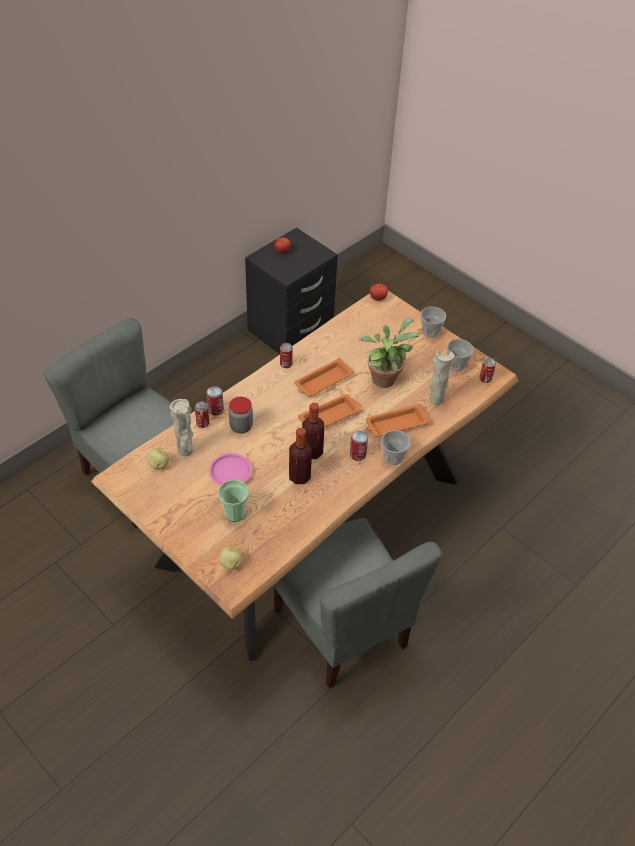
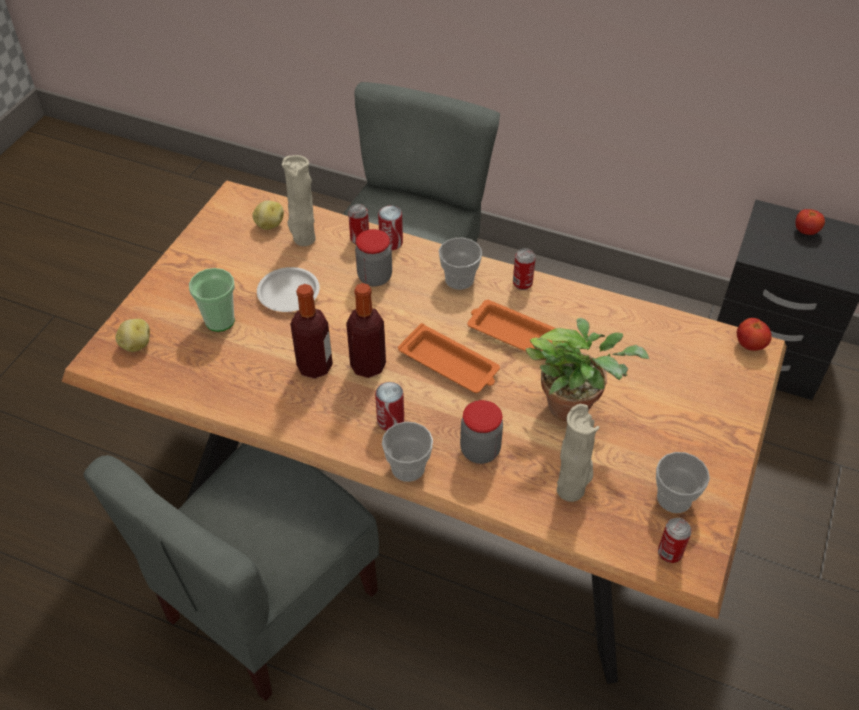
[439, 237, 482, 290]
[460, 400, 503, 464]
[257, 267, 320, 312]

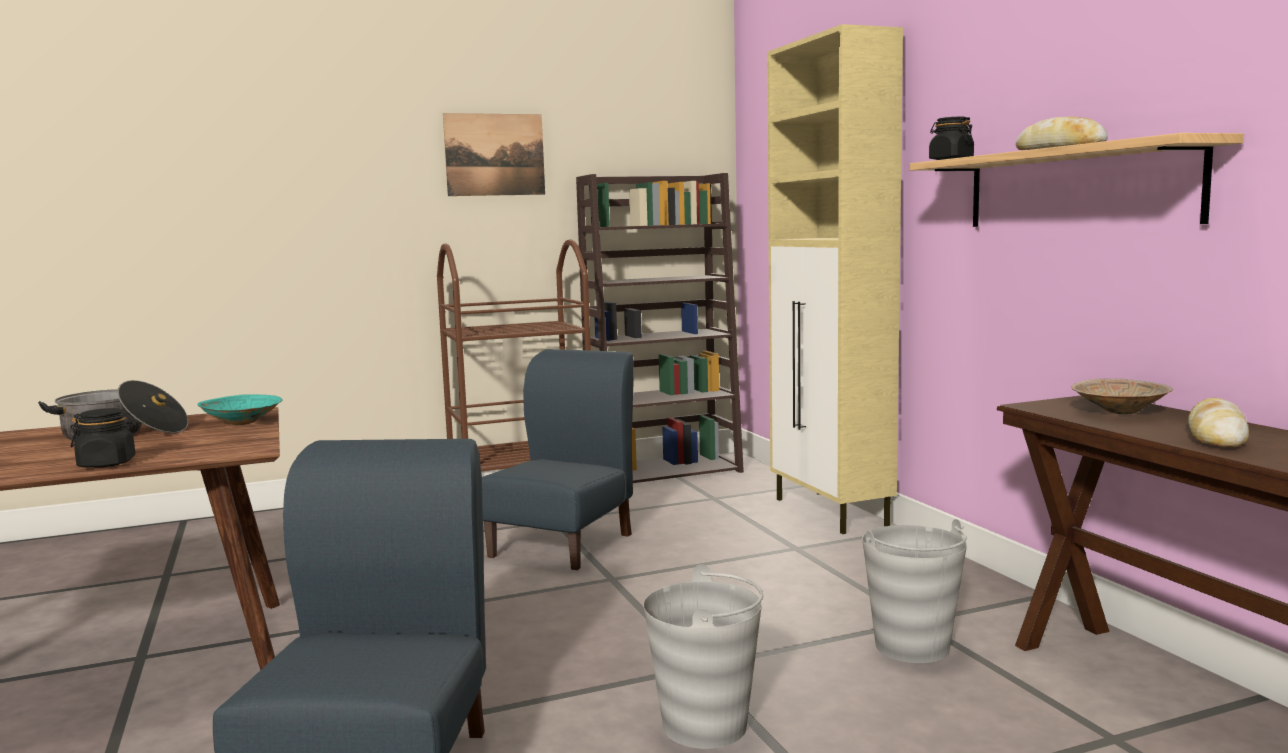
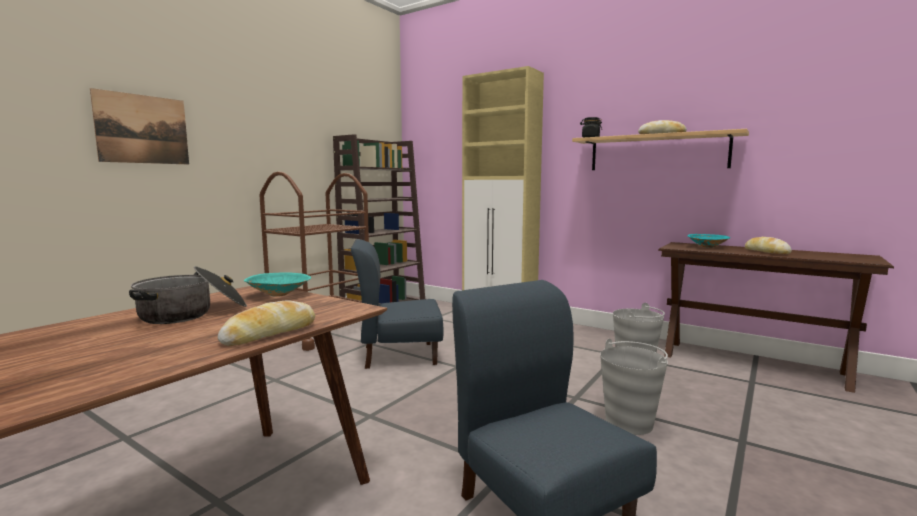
[90, 88, 189, 165]
[218, 300, 315, 346]
[688, 234, 730, 248]
[351, 239, 444, 369]

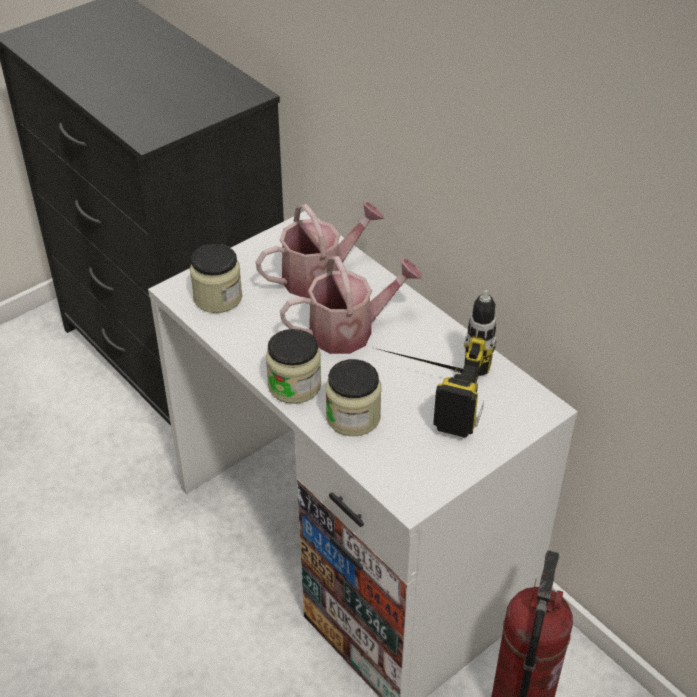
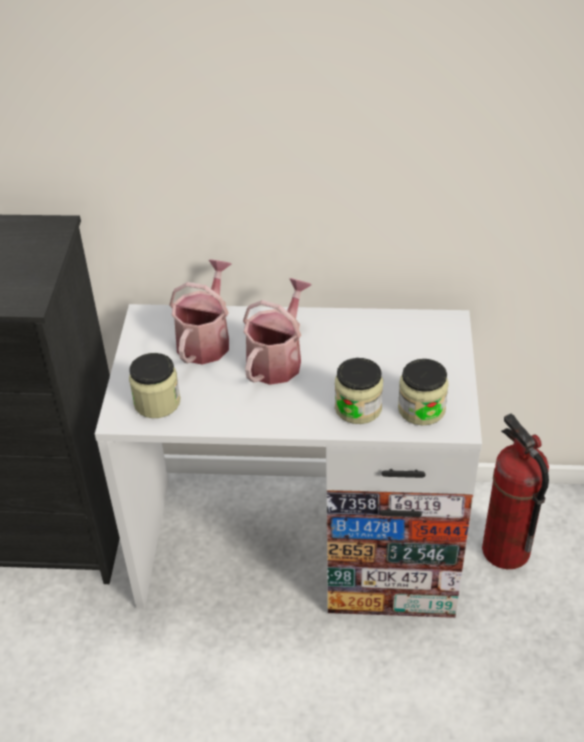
[378, 290, 497, 438] (first image)
[398, 359, 449, 425]

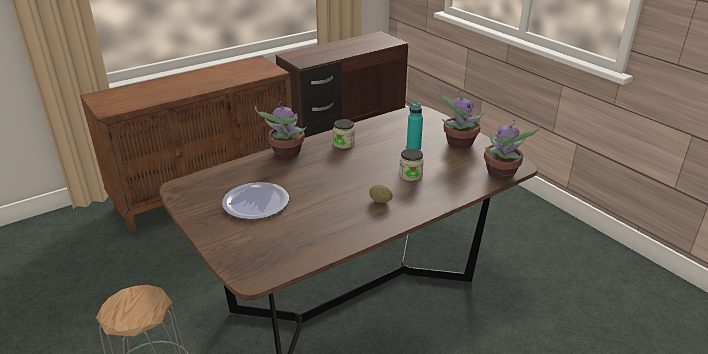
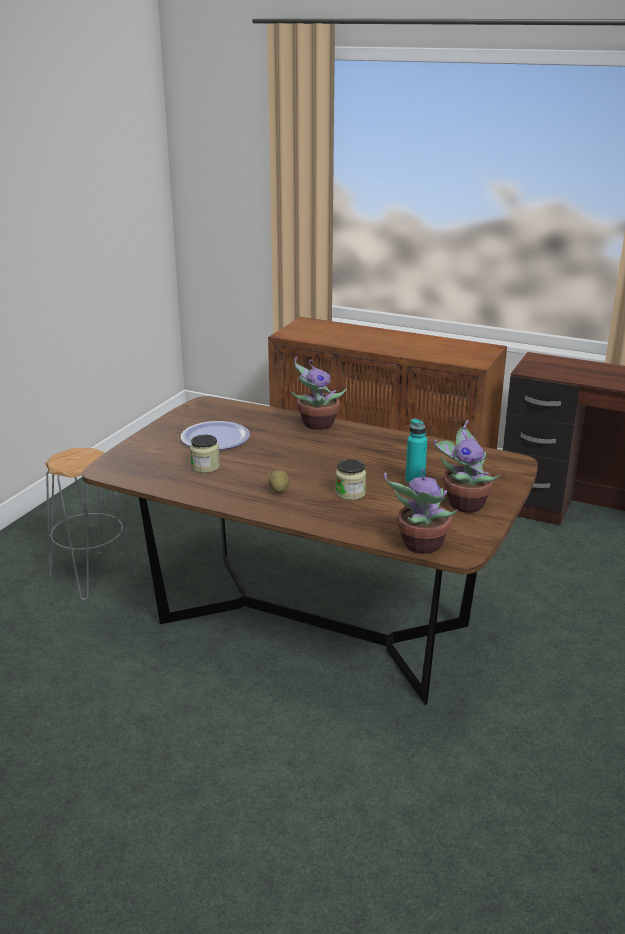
[190, 435, 220, 473]

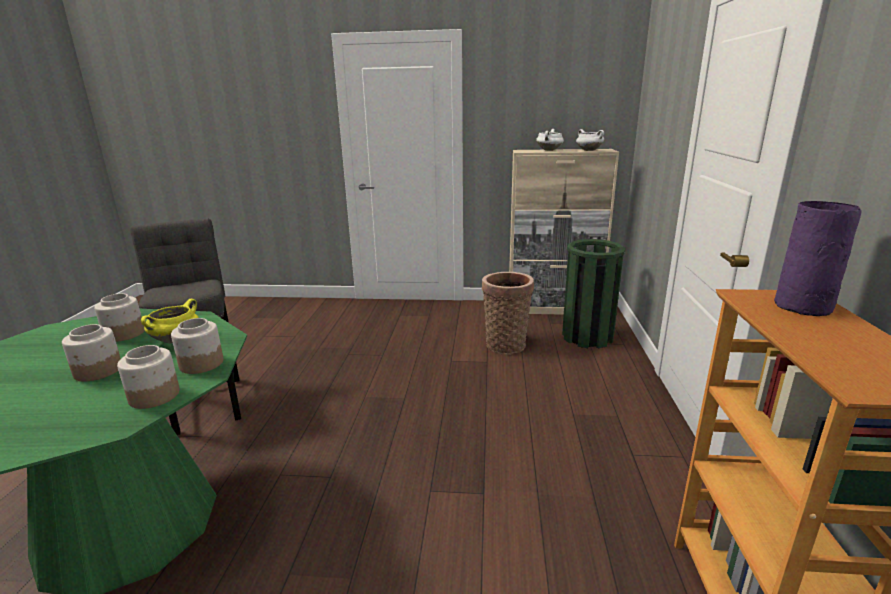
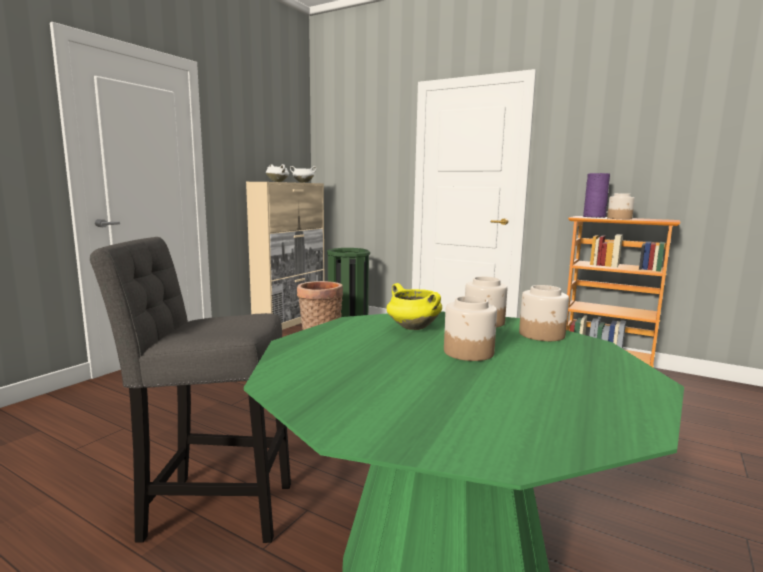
[607, 193, 635, 219]

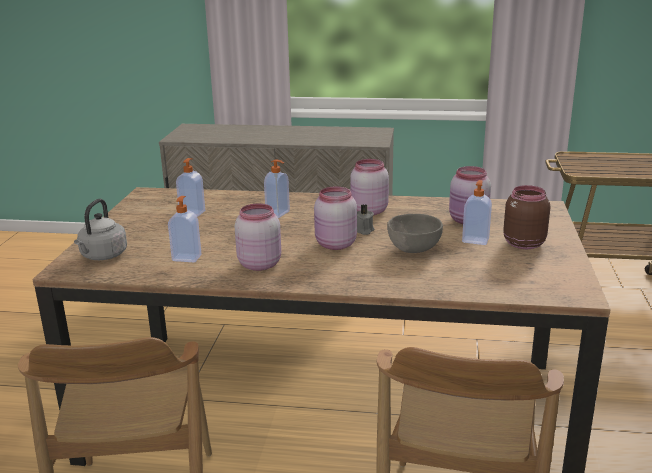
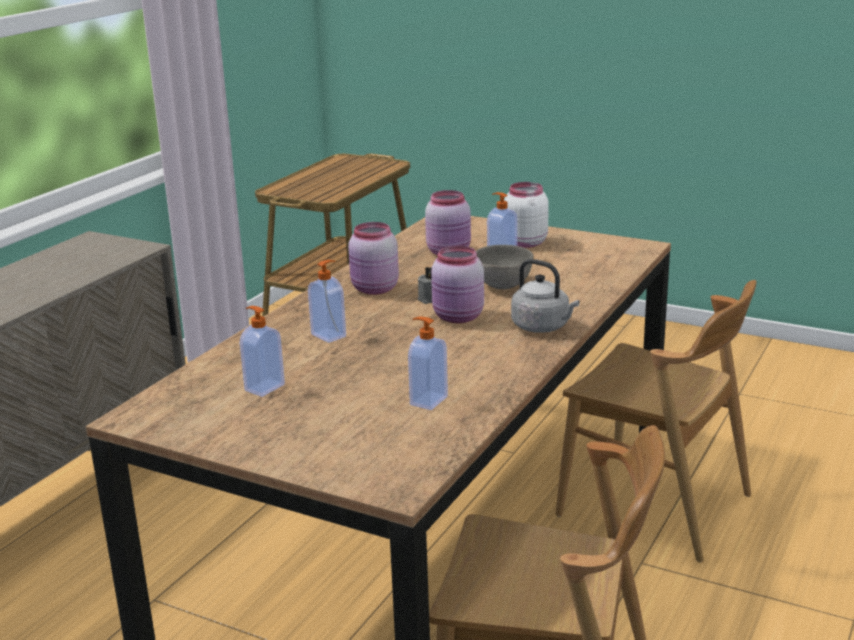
[235, 204, 281, 271] (first image)
[511, 259, 580, 333]
[504, 182, 549, 248]

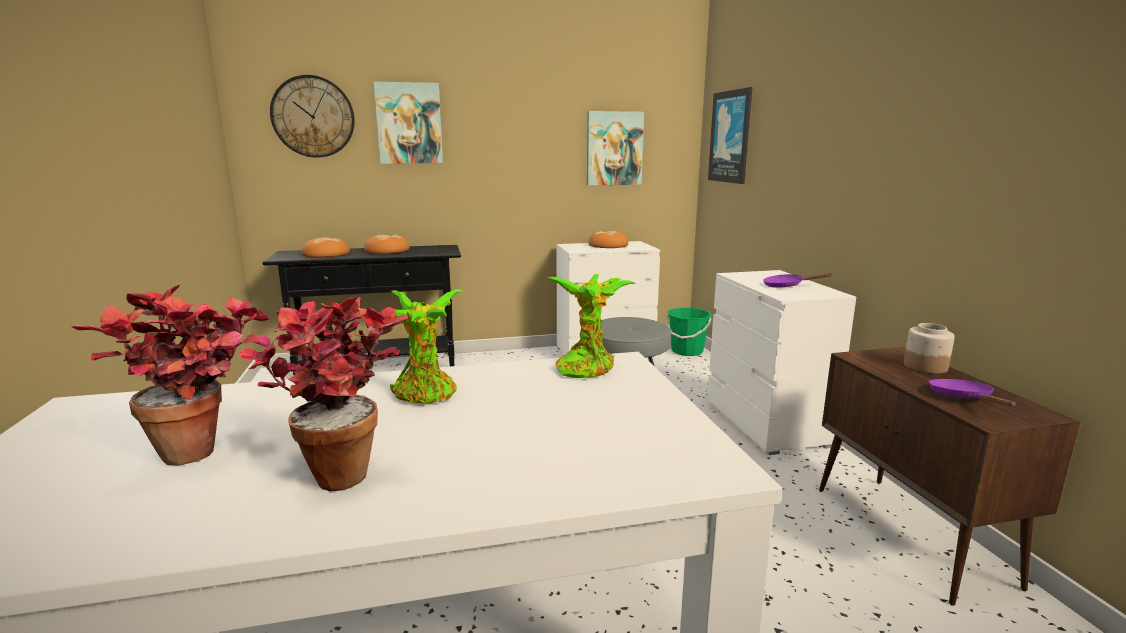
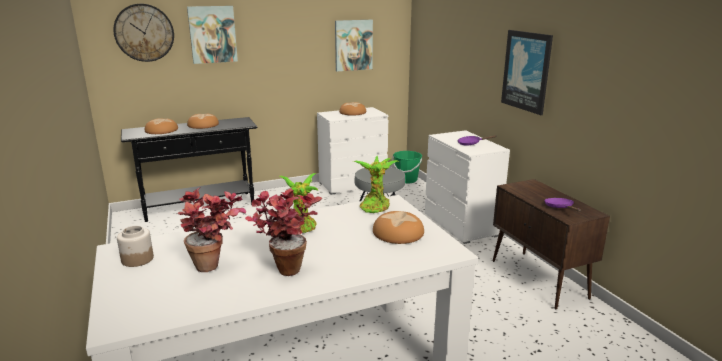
[373, 211, 424, 244]
[501, 30, 553, 115]
[117, 226, 154, 267]

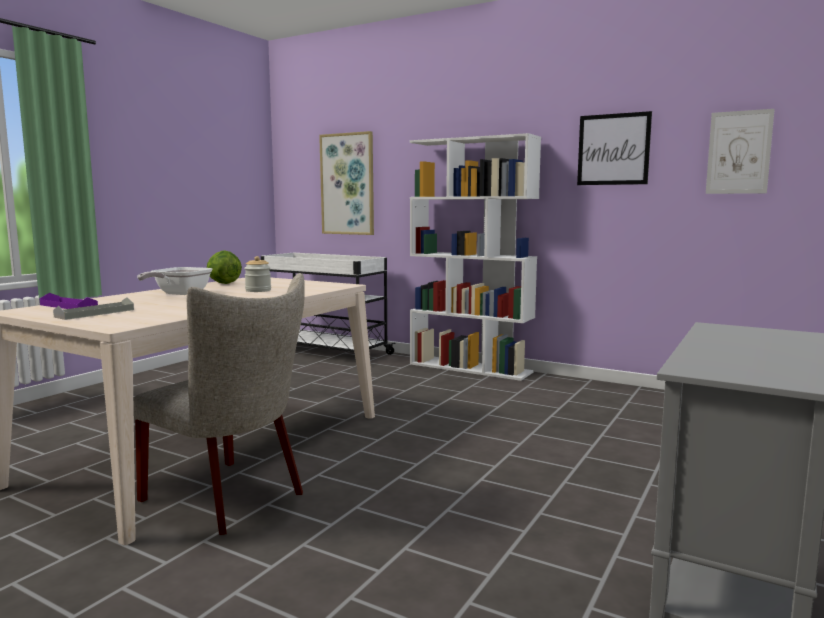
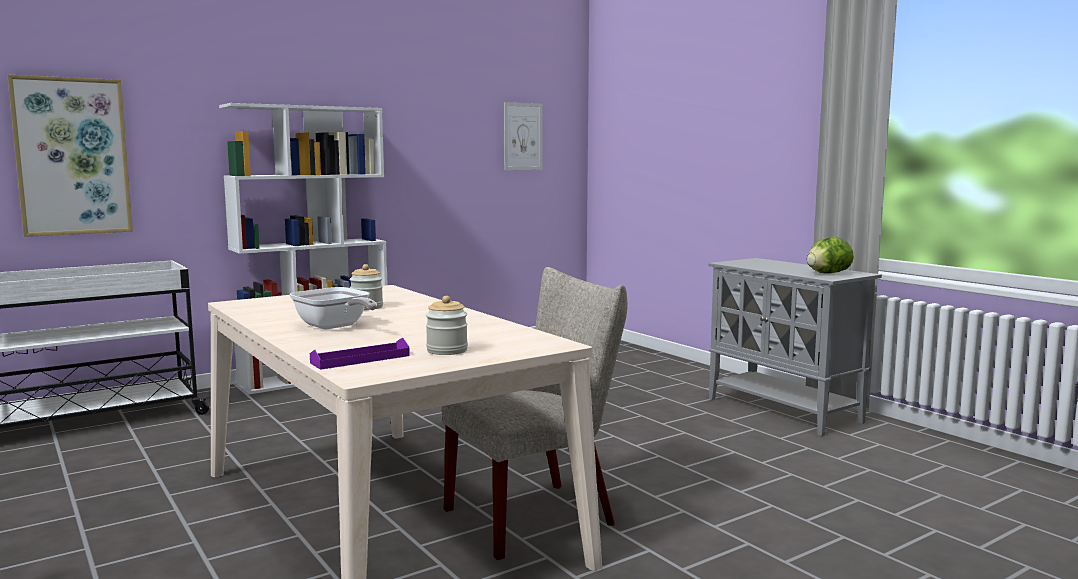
[577, 111, 652, 185] (first image)
[807, 237, 854, 273]
[426, 296, 468, 355]

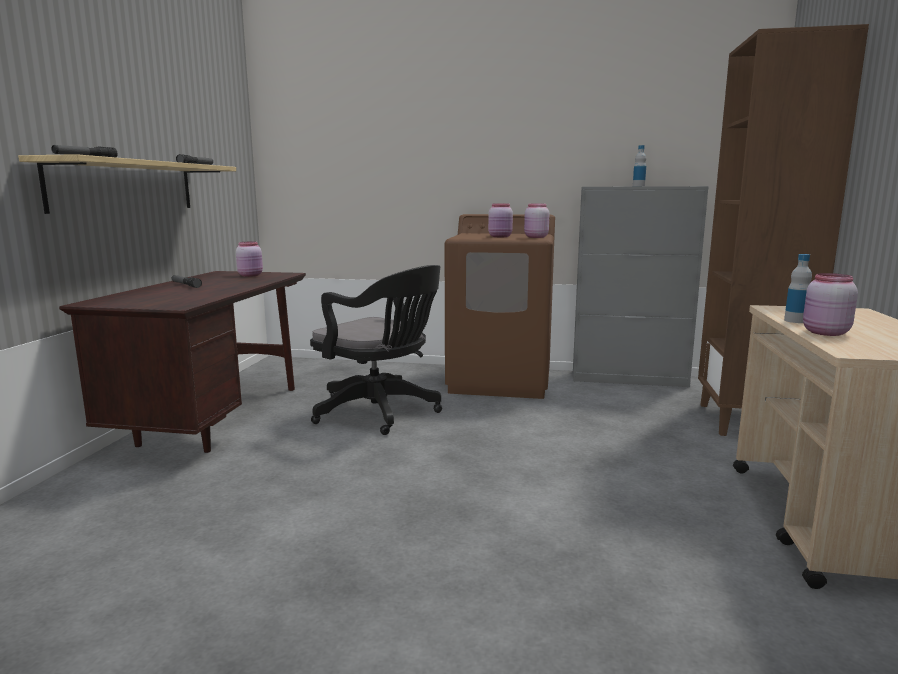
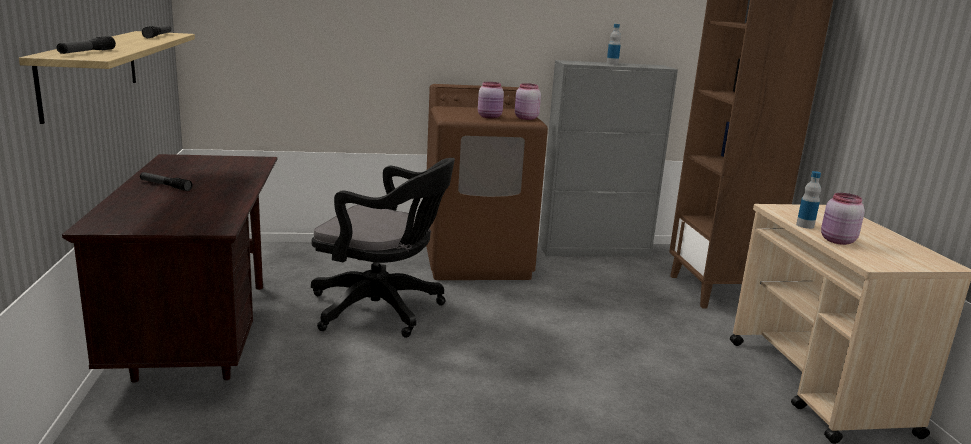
[236, 242, 263, 277] (first image)

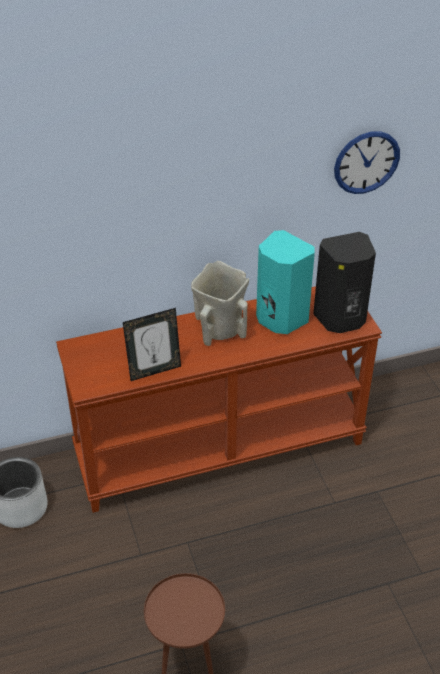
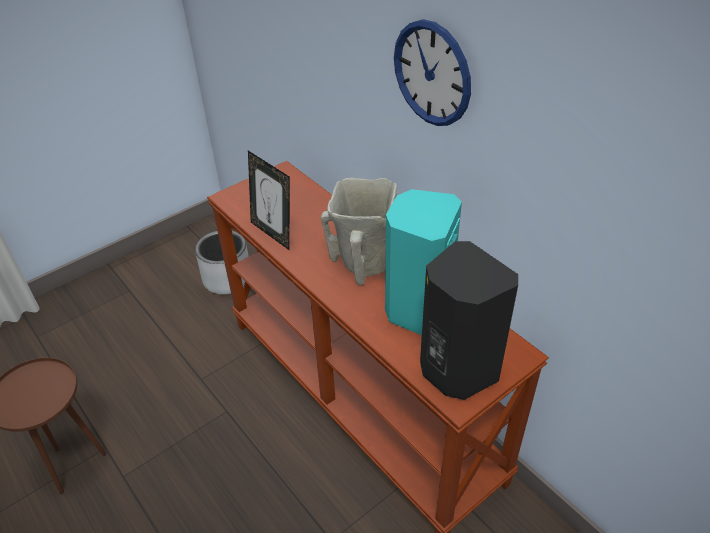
[394, 19, 471, 126]

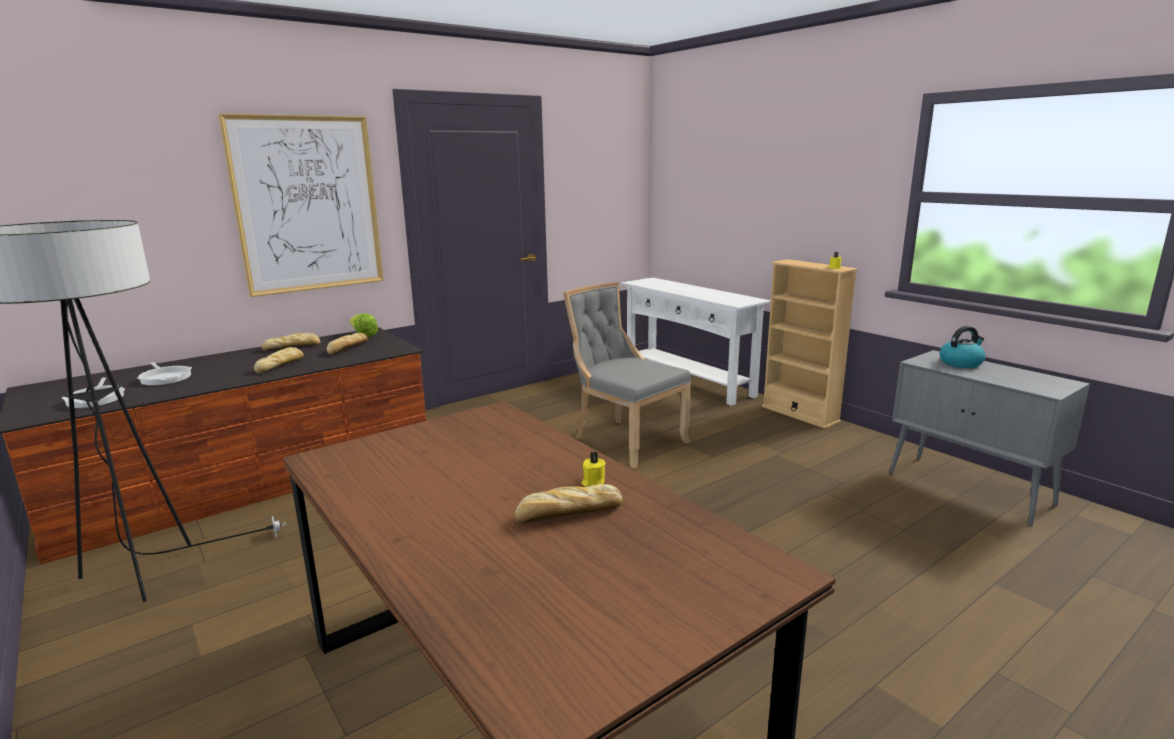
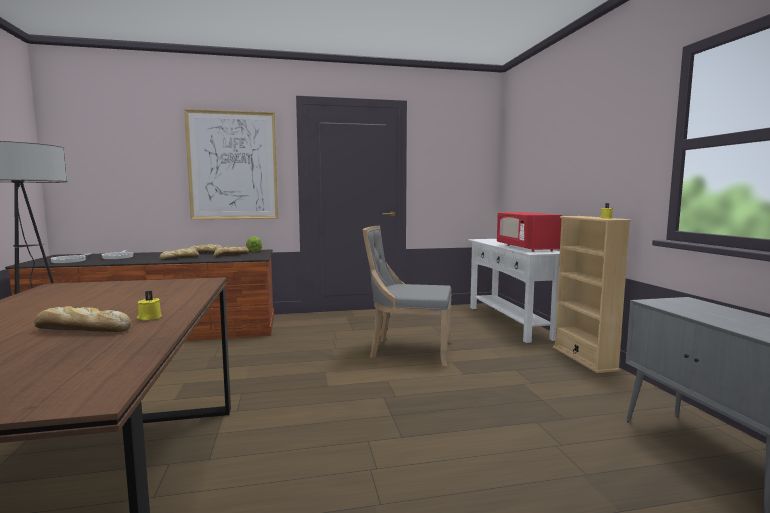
[940, 326, 985, 368] (first image)
[497, 212, 562, 252]
[363, 225, 452, 366]

